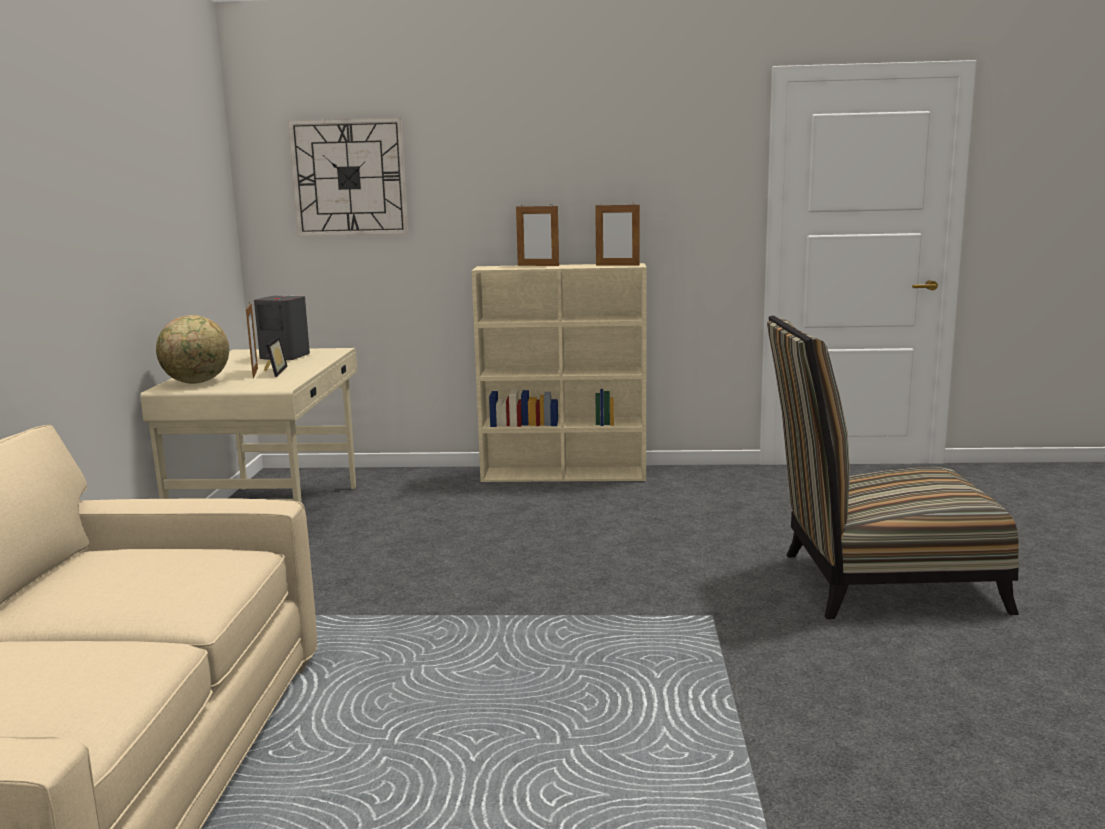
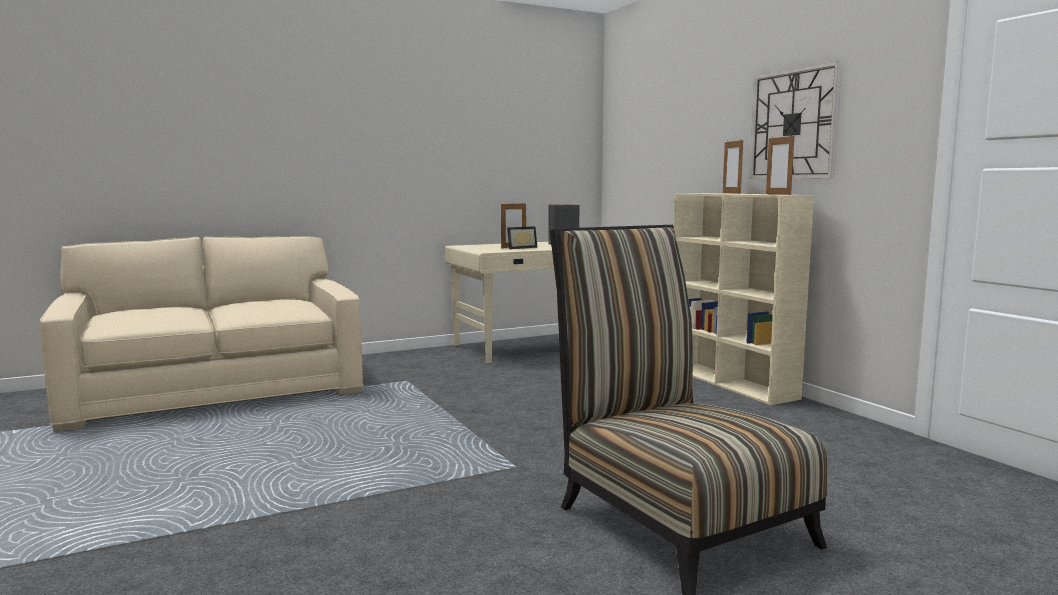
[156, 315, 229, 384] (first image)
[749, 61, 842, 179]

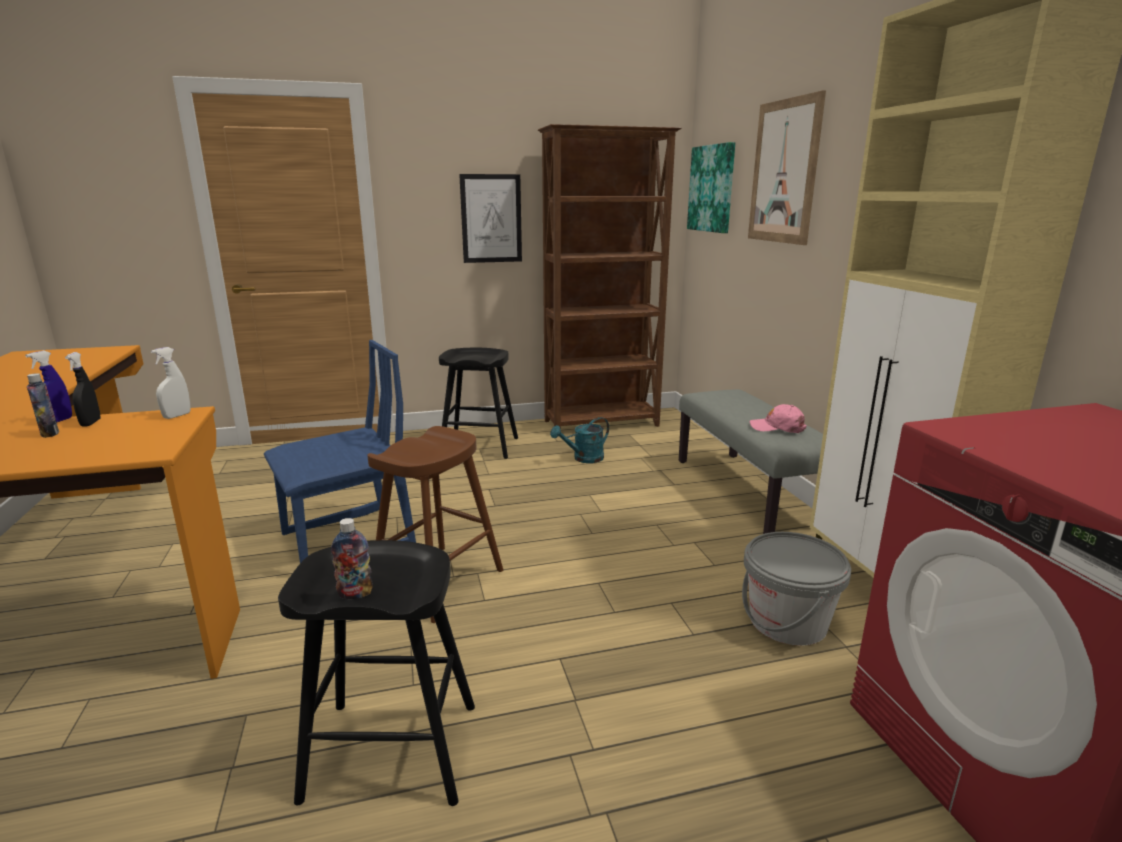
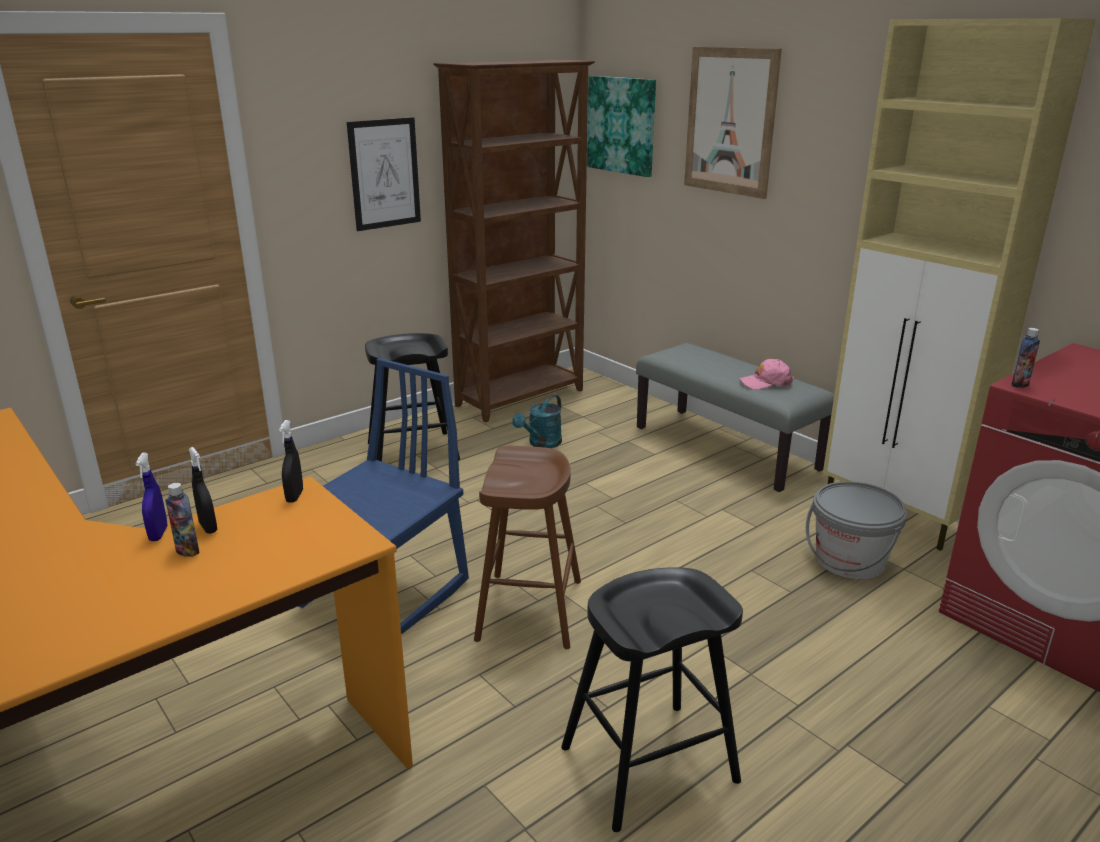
[1012, 328, 1040, 388]
[279, 420, 303, 503]

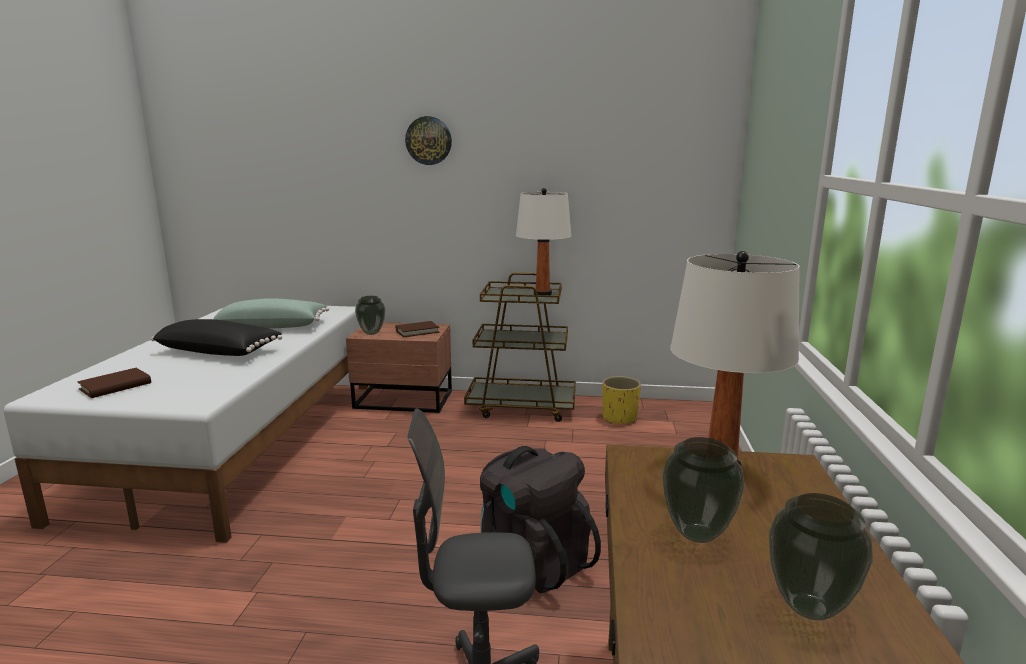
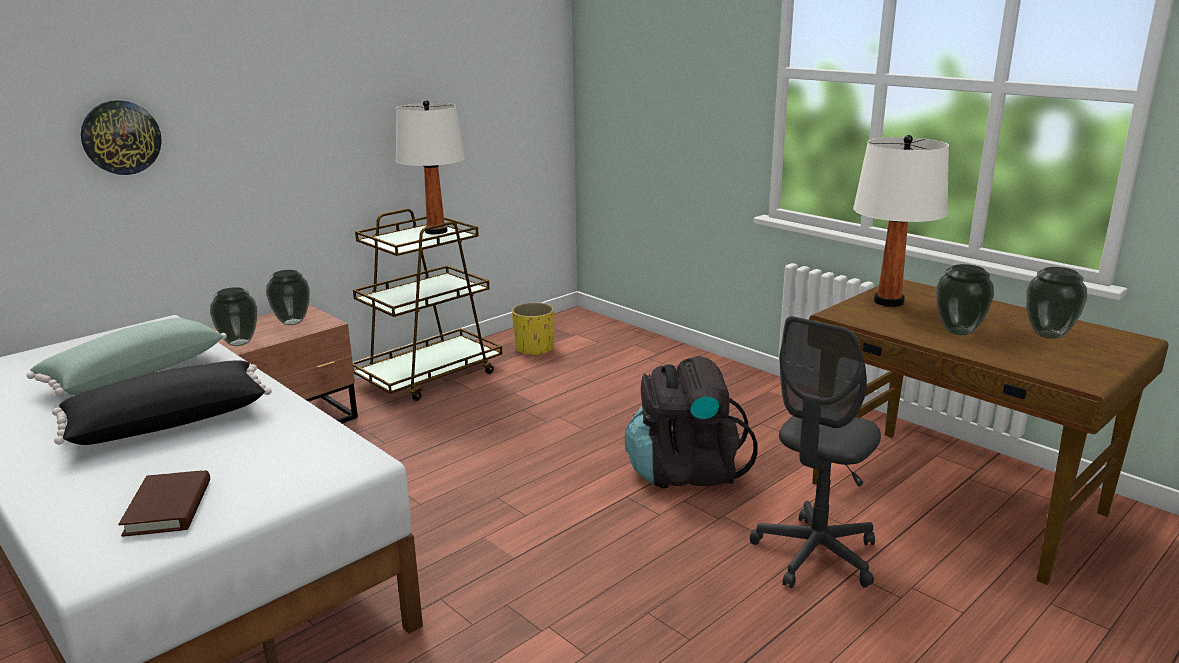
[81, 100, 162, 175]
[266, 270, 310, 325]

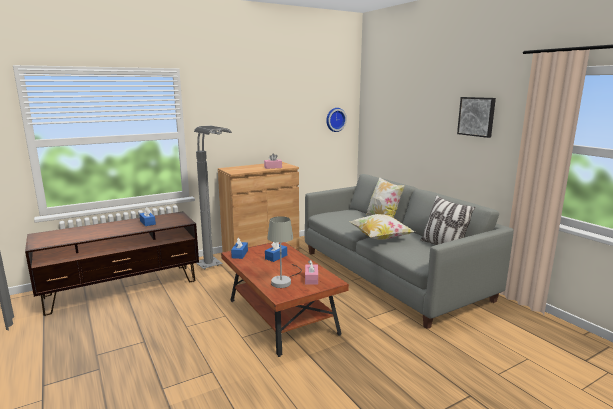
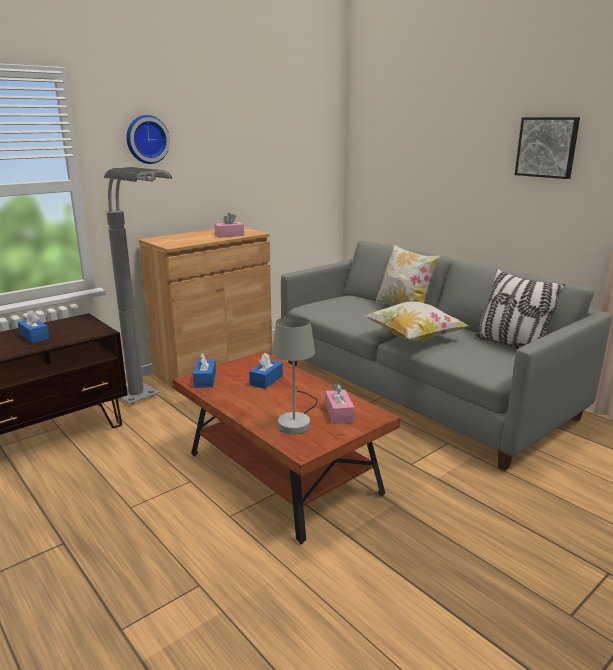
[126, 115, 170, 164]

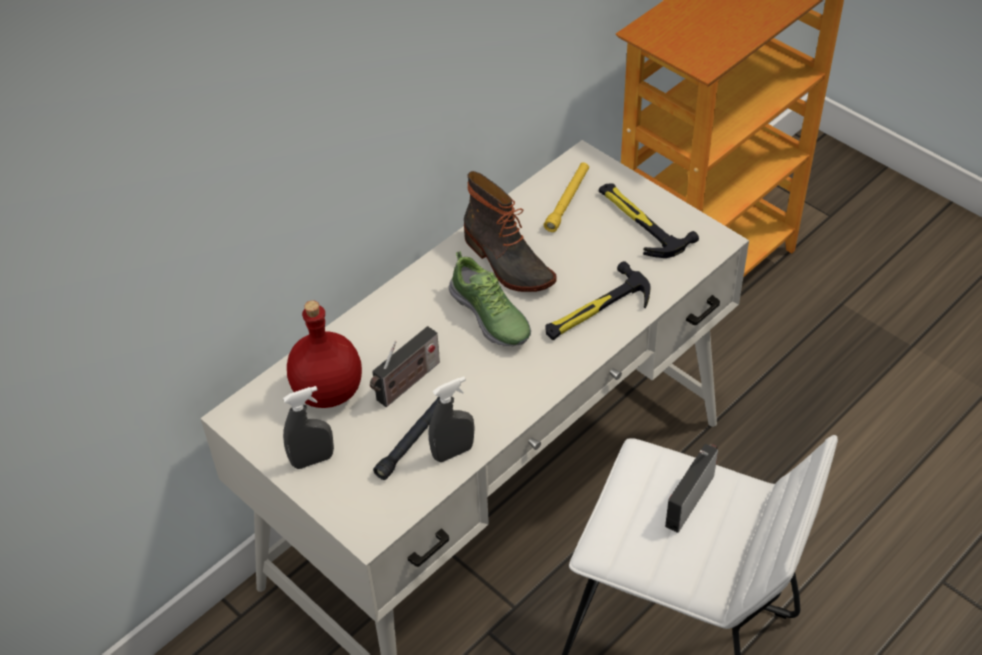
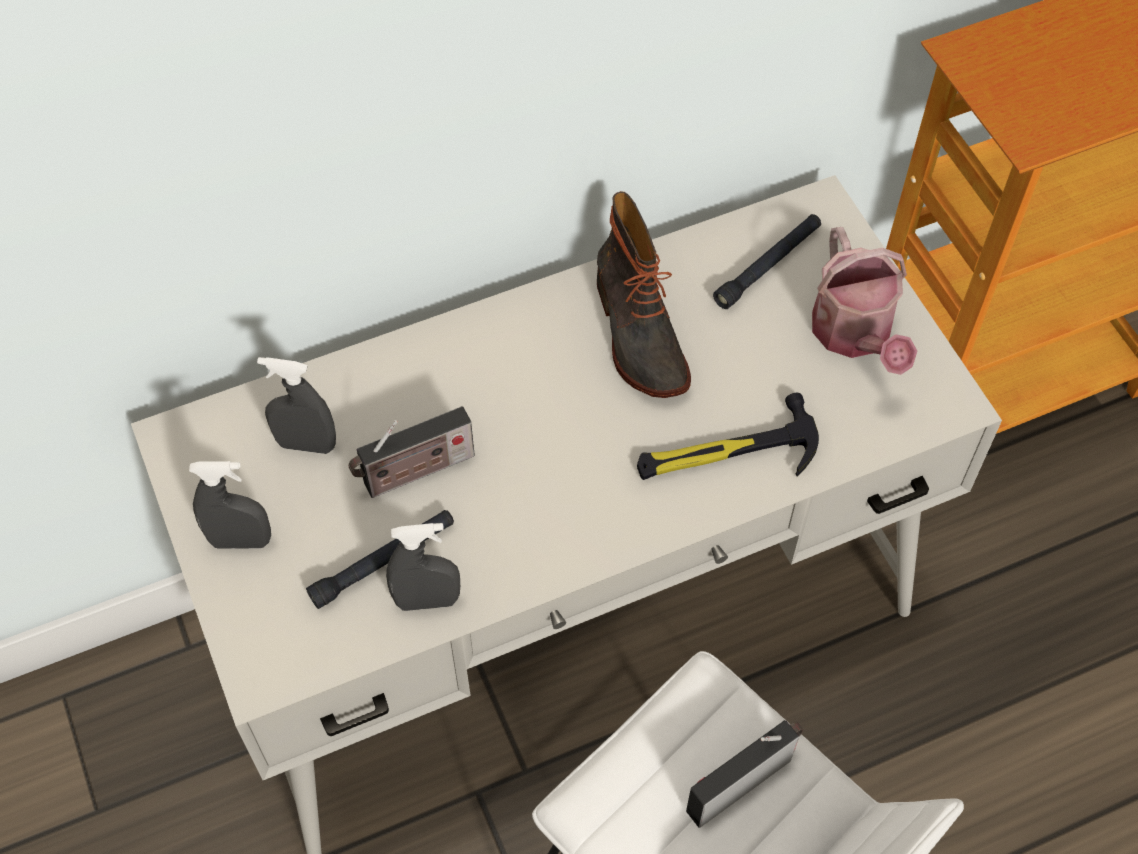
[449, 251, 531, 347] (first image)
[257, 357, 336, 454]
[812, 227, 917, 375]
[713, 214, 821, 309]

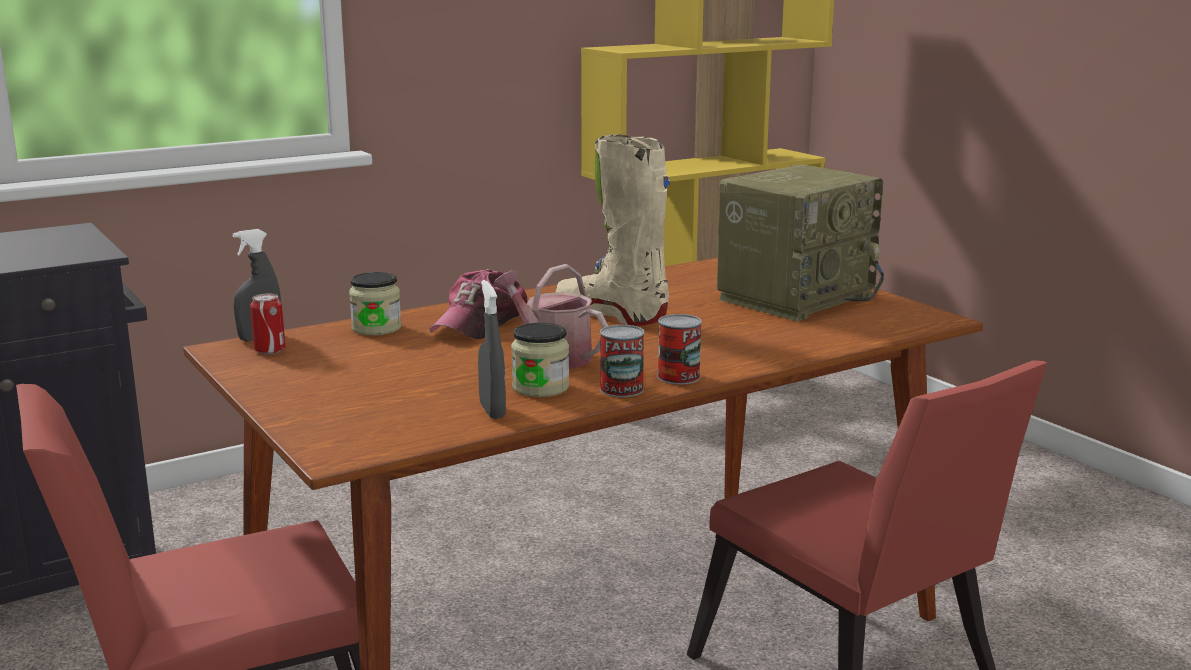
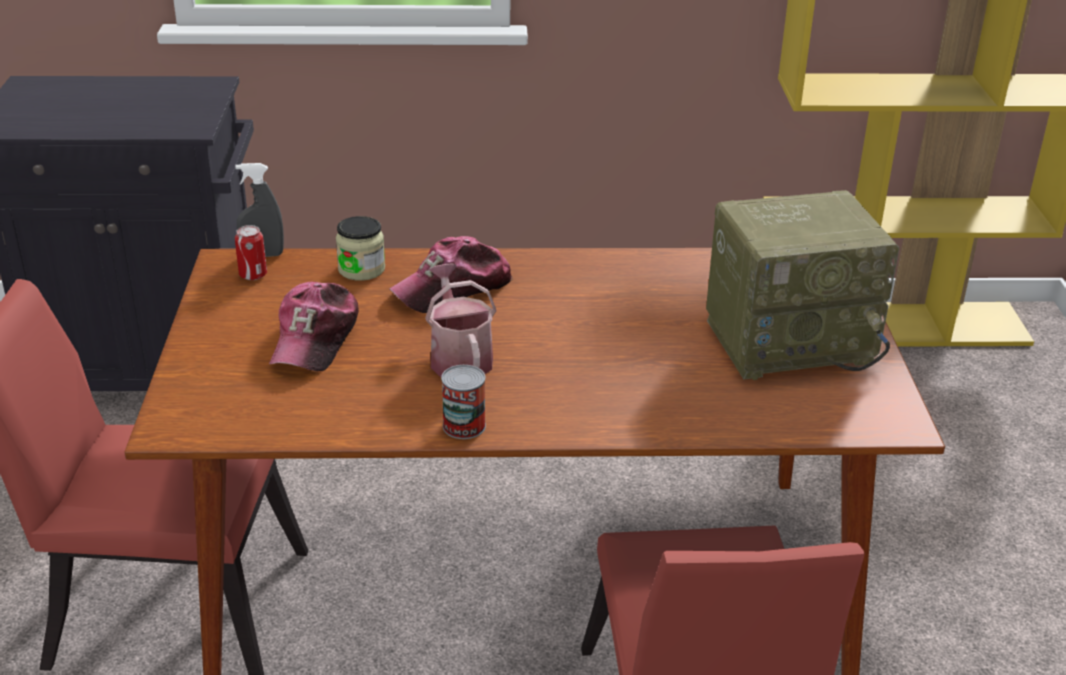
[478, 280, 506, 419] (first image)
[511, 323, 569, 397] (first image)
[556, 134, 670, 326] (first image)
[657, 314, 702, 385] (first image)
[269, 282, 359, 371]

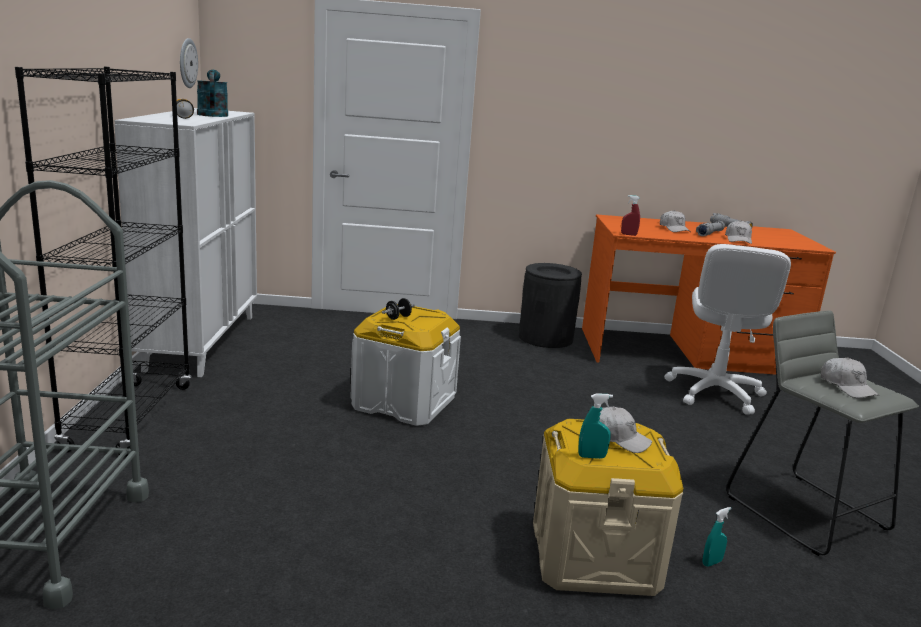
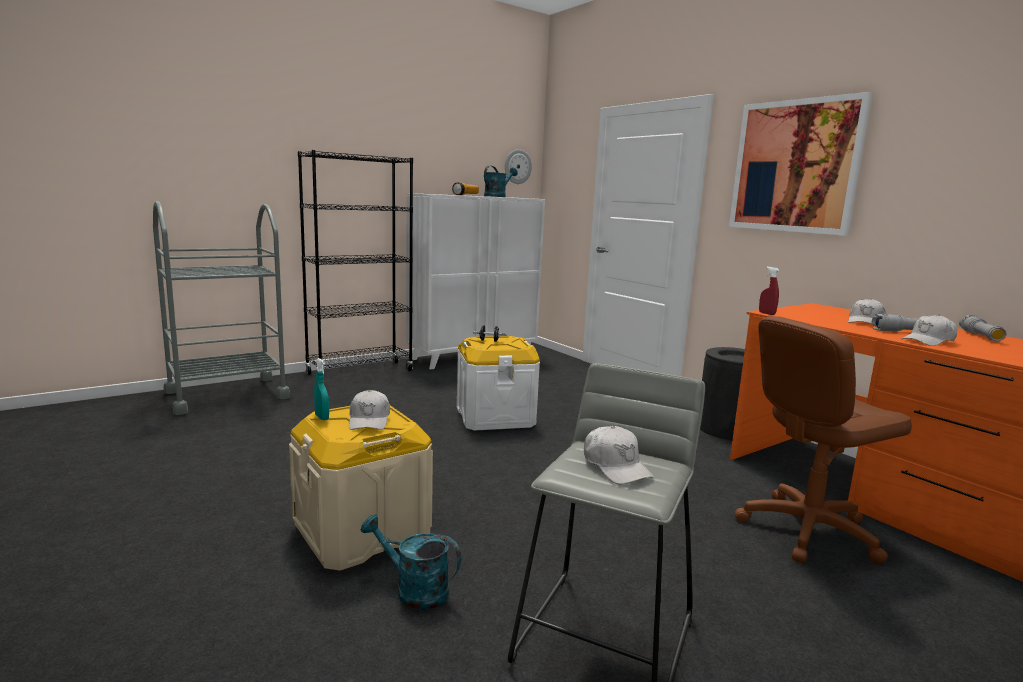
[729, 92, 873, 236]
[361, 514, 461, 610]
[735, 316, 912, 563]
[584, 426, 654, 484]

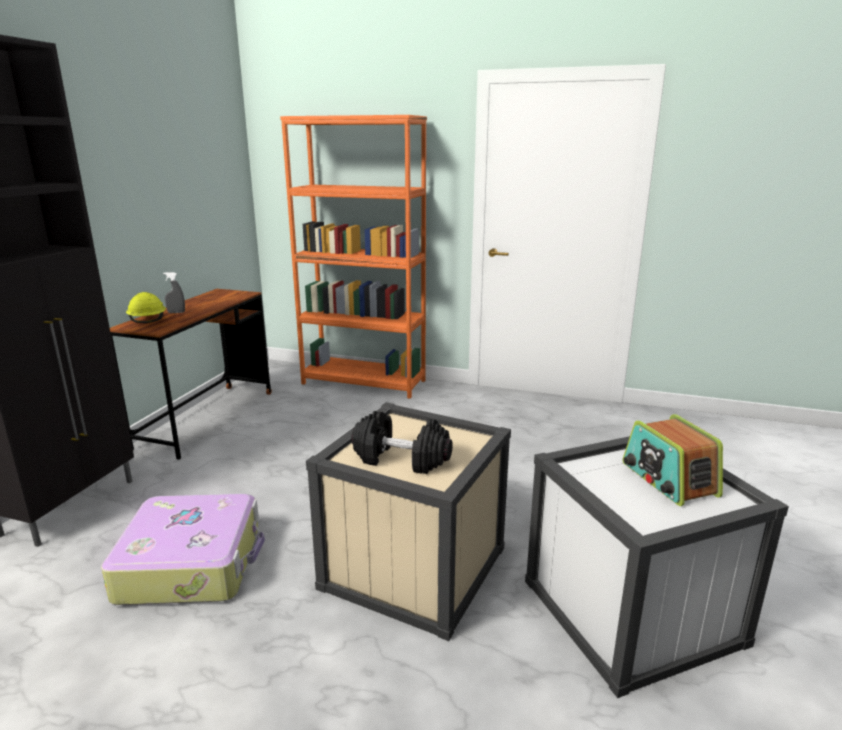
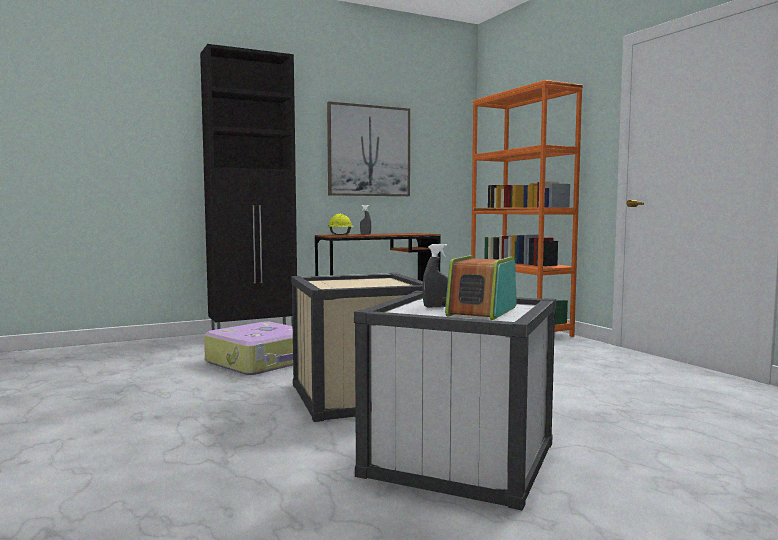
[351, 411, 453, 474] (first image)
[327, 101, 410, 196]
[422, 244, 448, 307]

